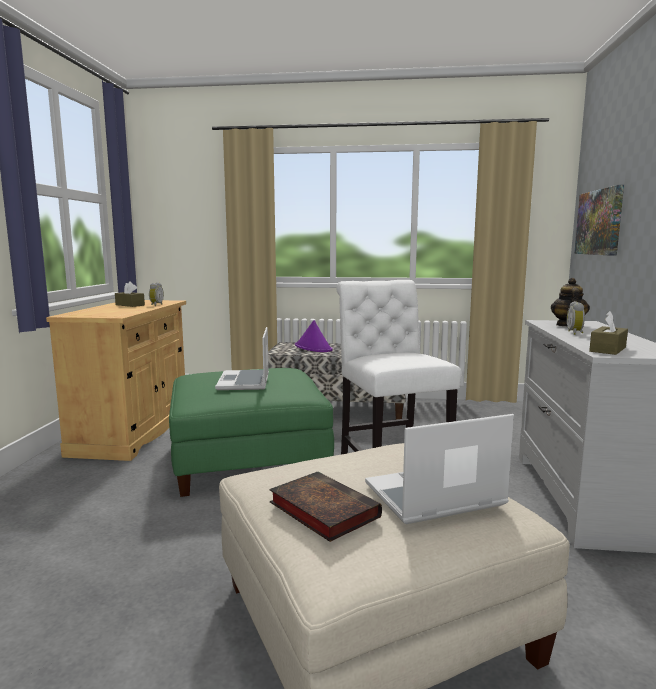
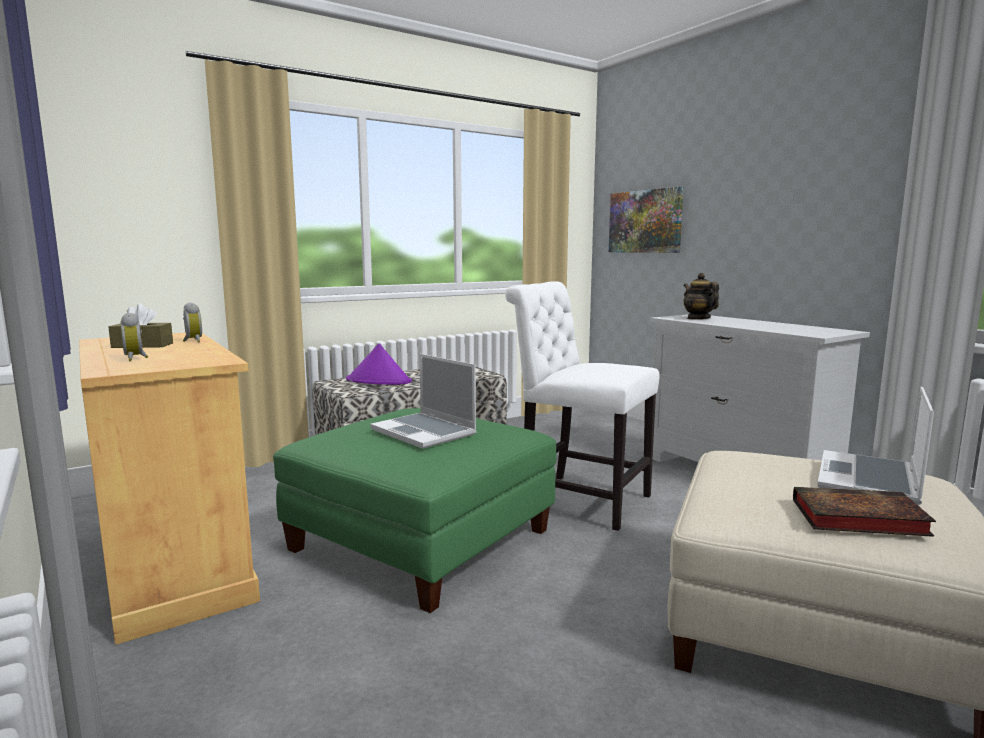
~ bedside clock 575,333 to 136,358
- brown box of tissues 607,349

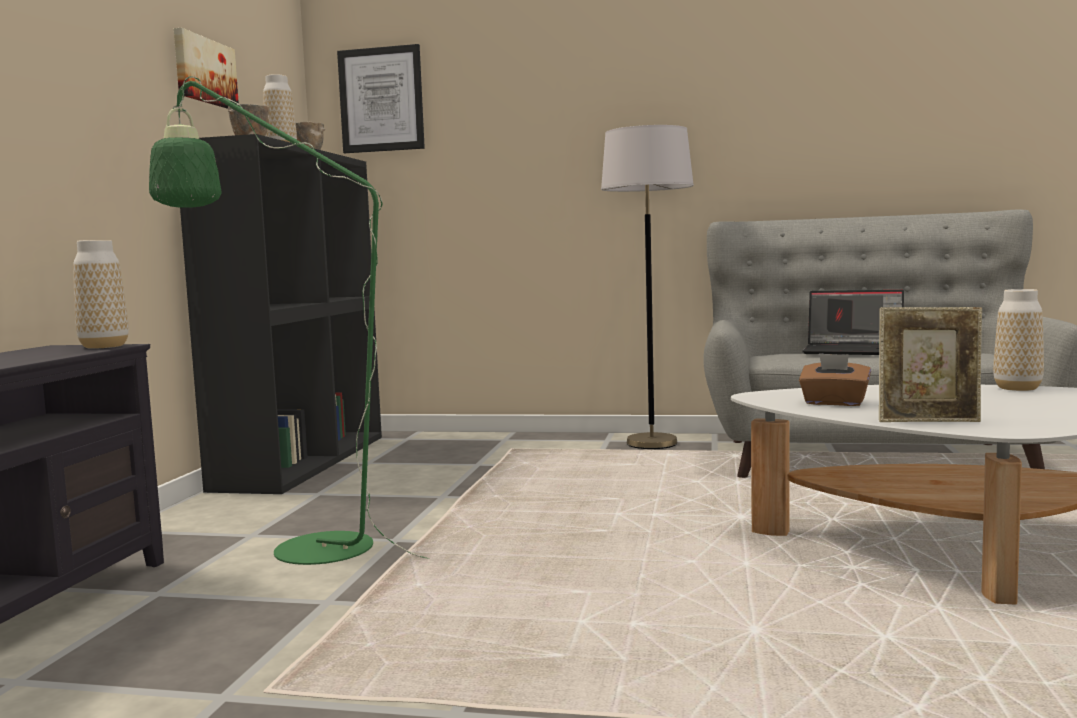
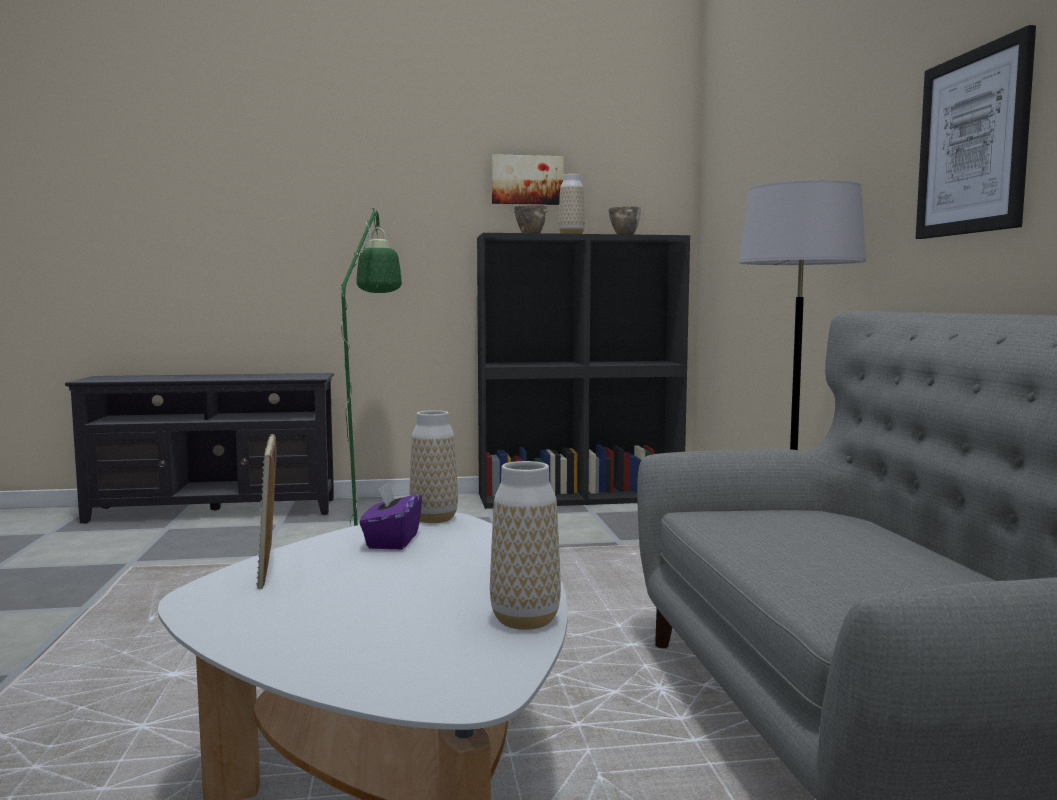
~ wall art 381,100 to 973,143
~ vase 104,346 to 434,519
- notebook computer 855,351
~ brown box of tissues 834,403 to purple-coloured box of tissues 392,541

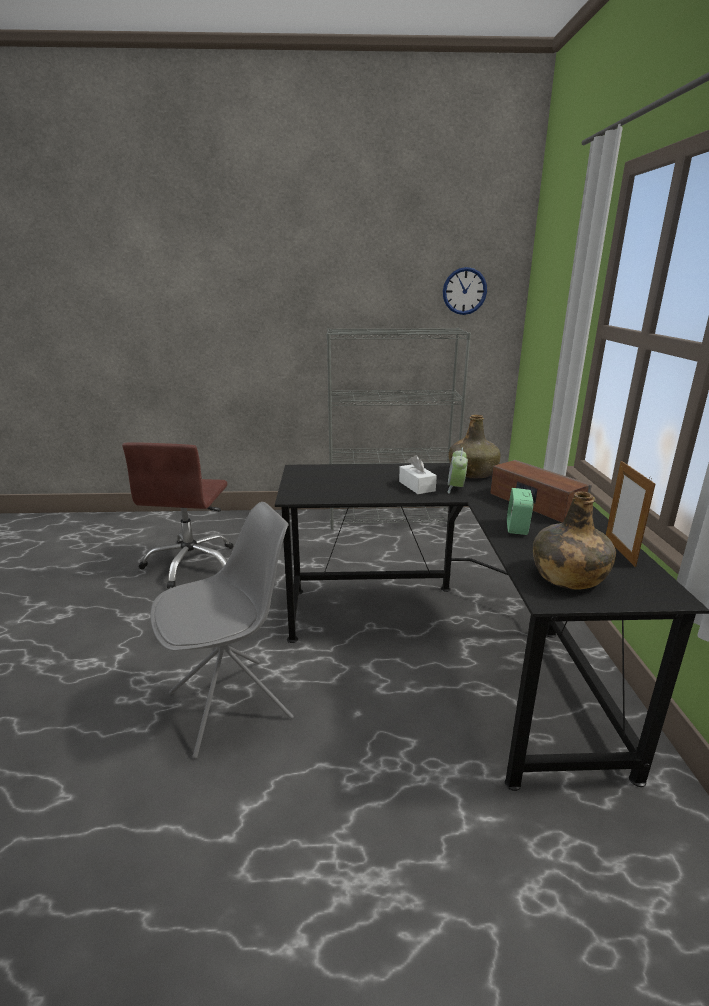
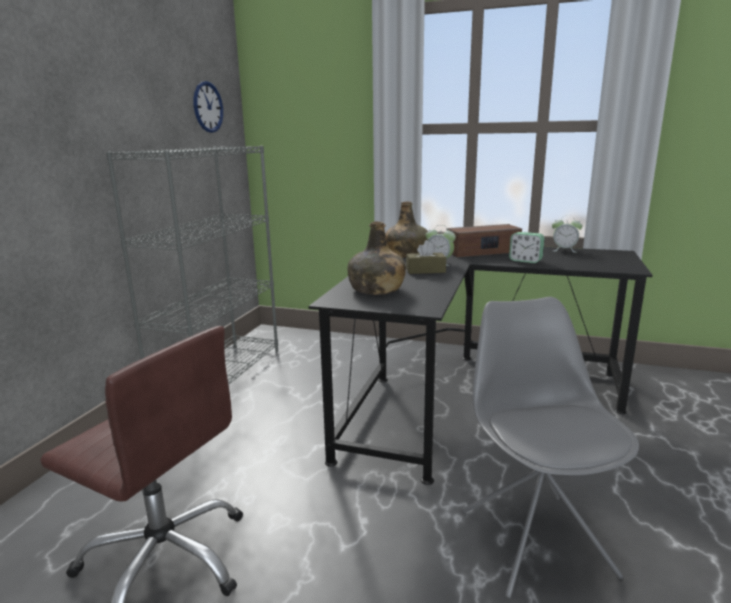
~ whitish box of tissues 416,486 to brown box of tissues 425,271
~ picture frame 619,551 to bedside clock 564,250
~ greenish beverage bottle 567,576 to 376,290

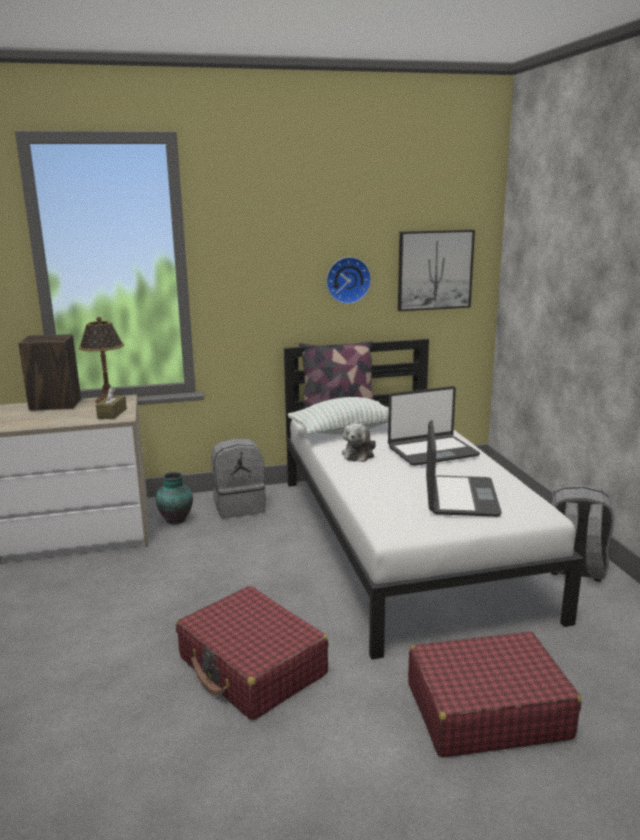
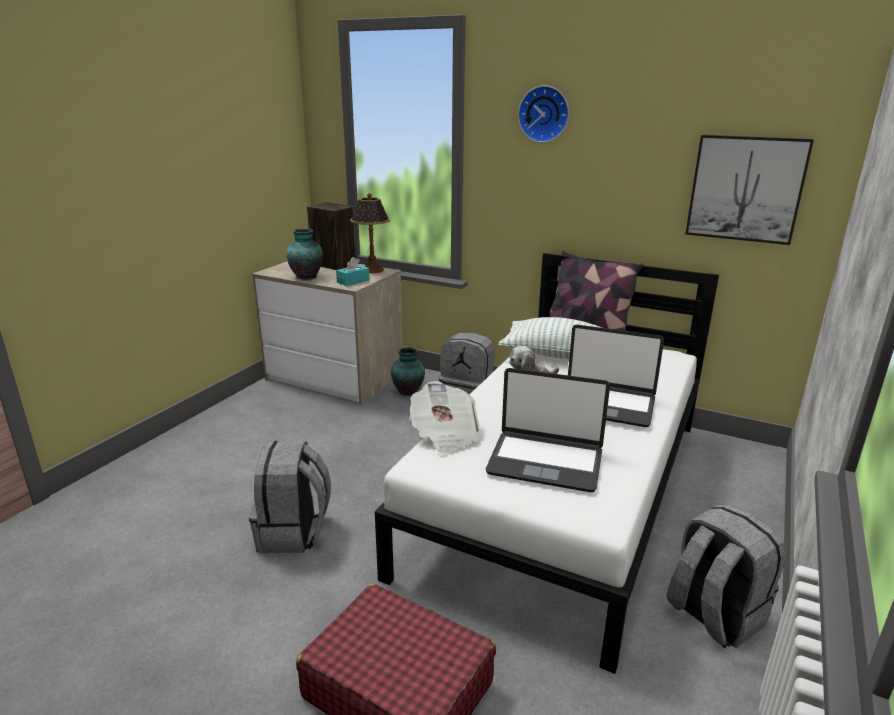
~ hanging clock 347,280 to 544,114
~ brown box of tissues 112,413 to turquoise-coloured box of tissues 353,281
~ notebook computer 459,497 = 545,461 60 degrees clockwise
~ red travel case 252,667 to grey backpack 294,533
+ vase 307,276
+ newspaper 444,435

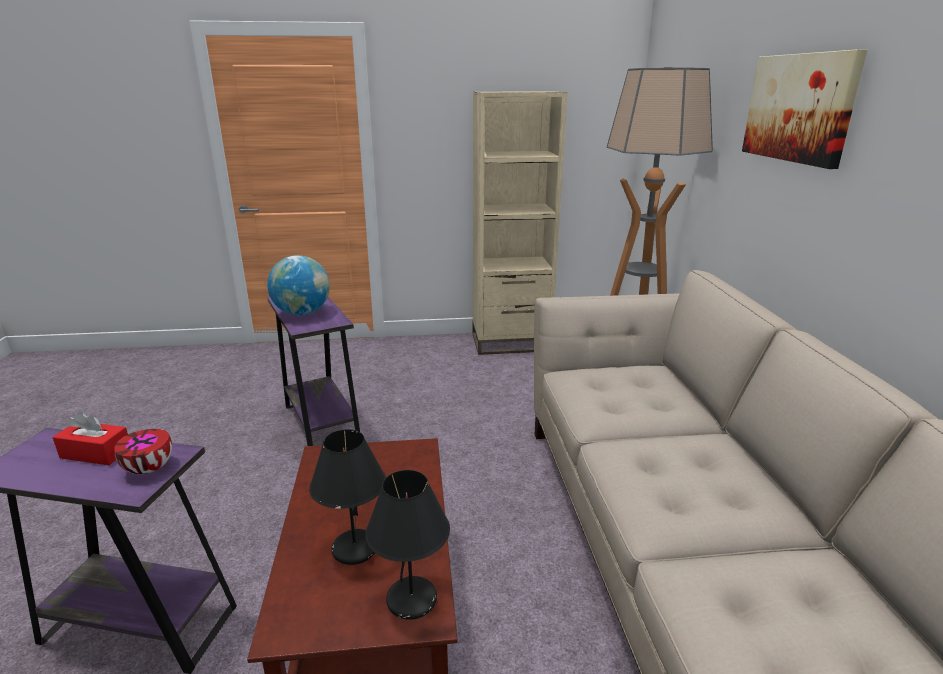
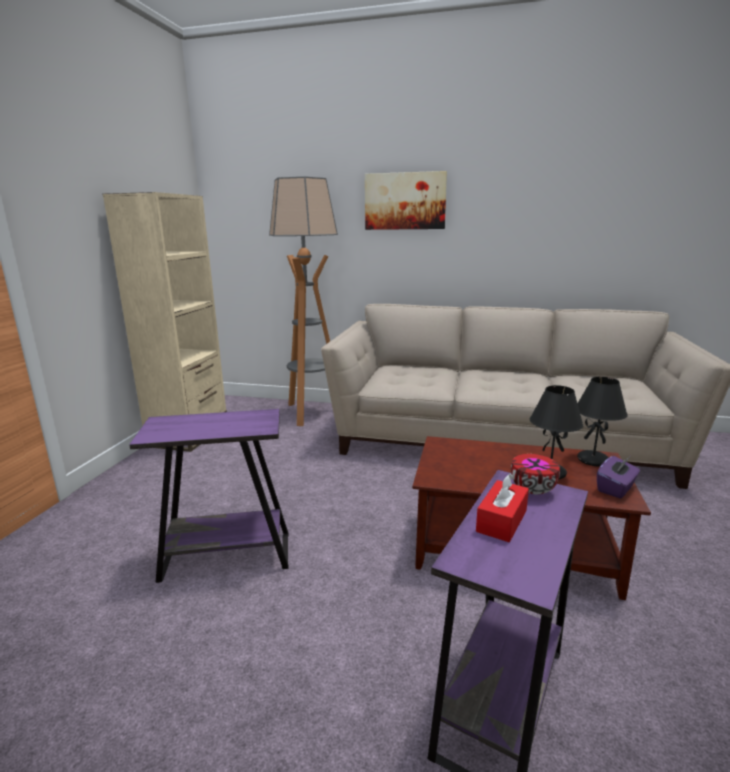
- world globe 302,313
+ purple-coloured box of tissues 616,488

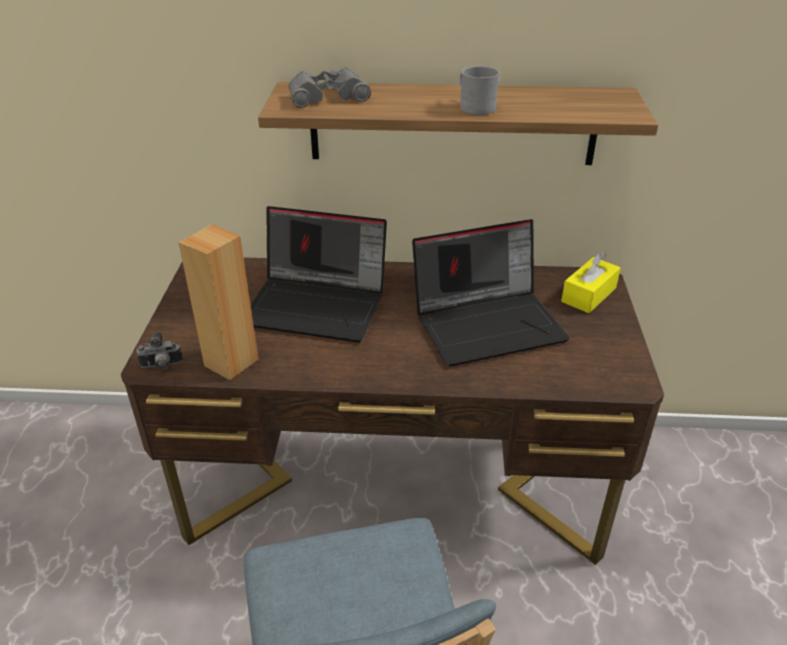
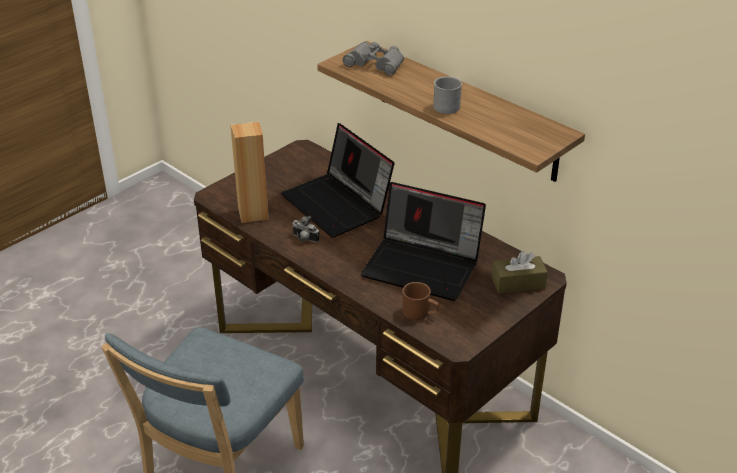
~ yellow box of tissues 589,295 to brown box of tissues 518,283
~ photo camera 161,366 to 304,239
+ brown tea mug 420,313

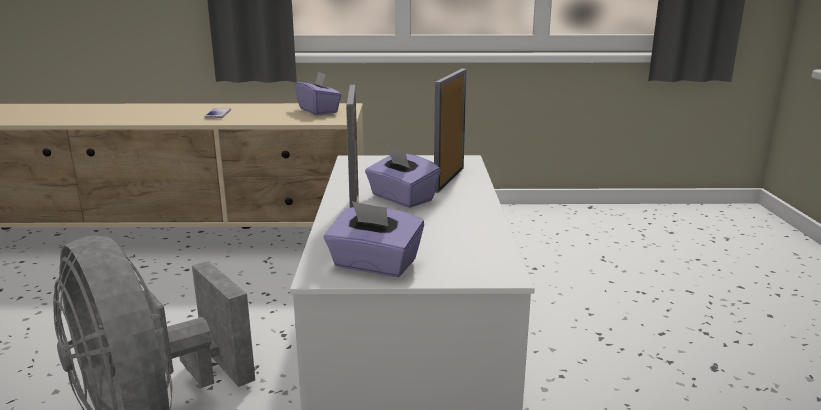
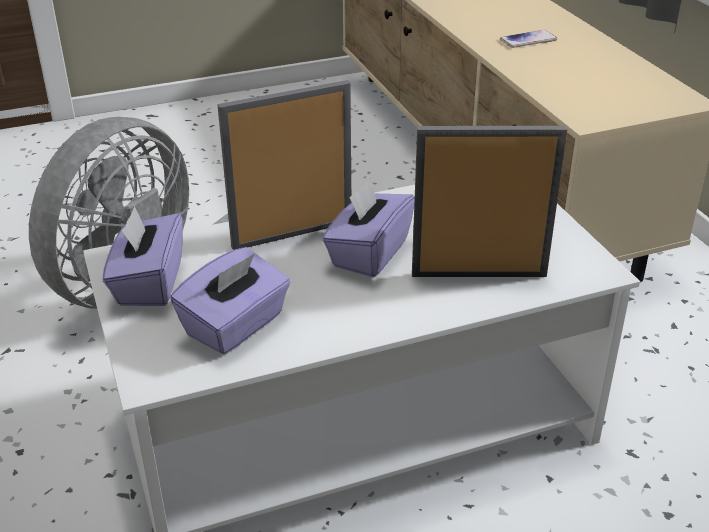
~ purple-coloured box of tissues 319,111 to 236,326

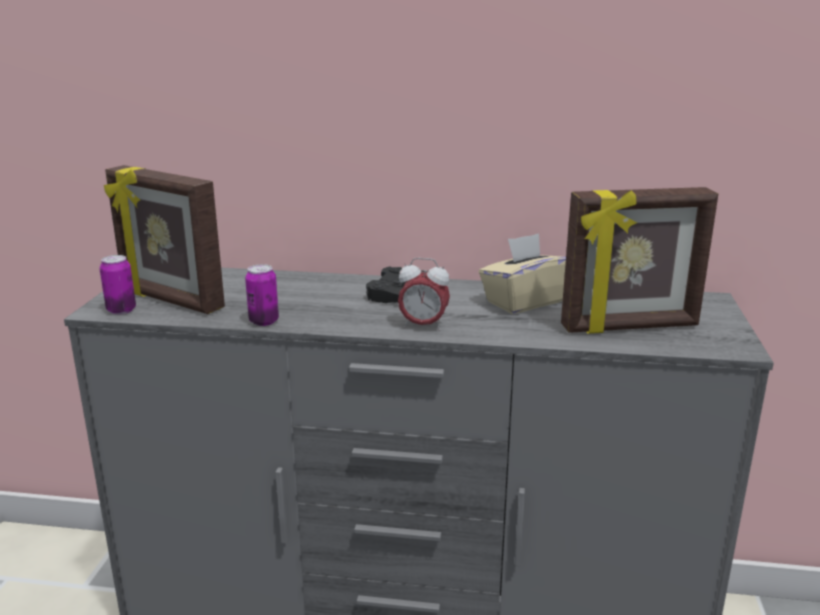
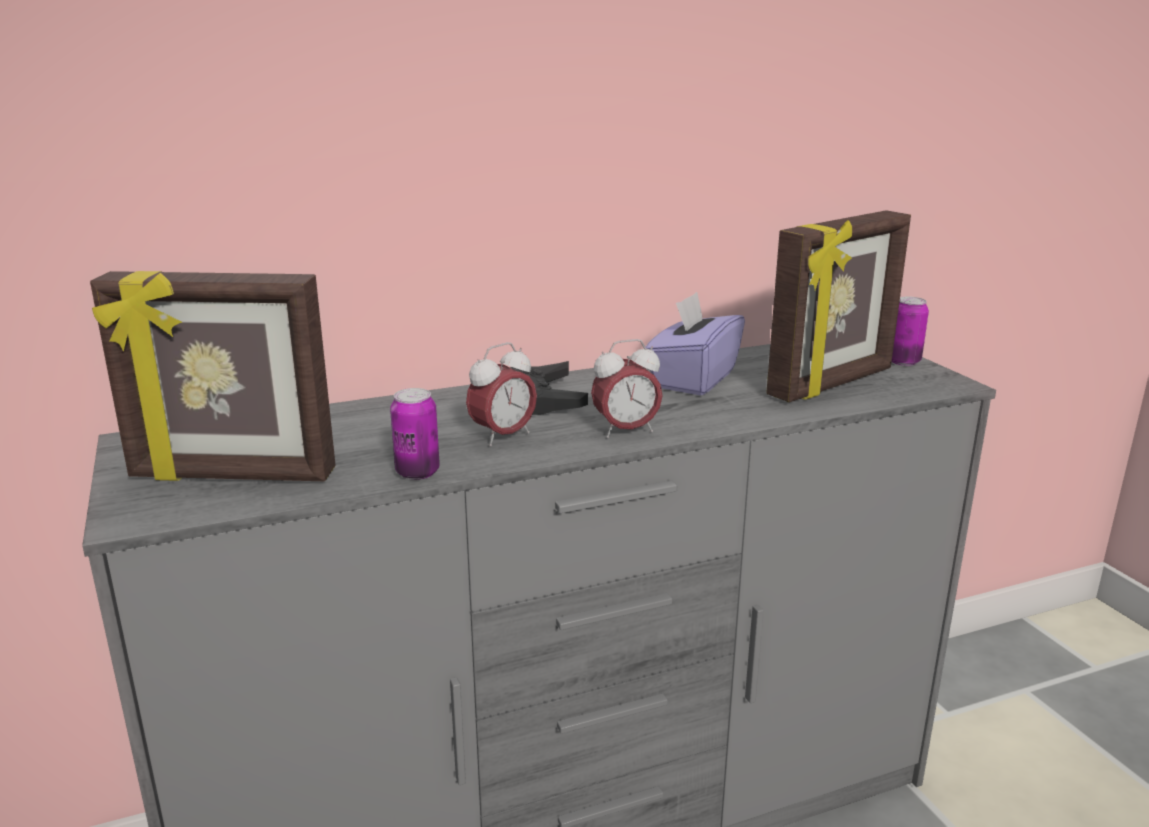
~ beige-coloured box of tissues 525,301 to purple-coloured box of tissues 692,379
~ can 121,310 to 903,361
+ bedside clock 503,436

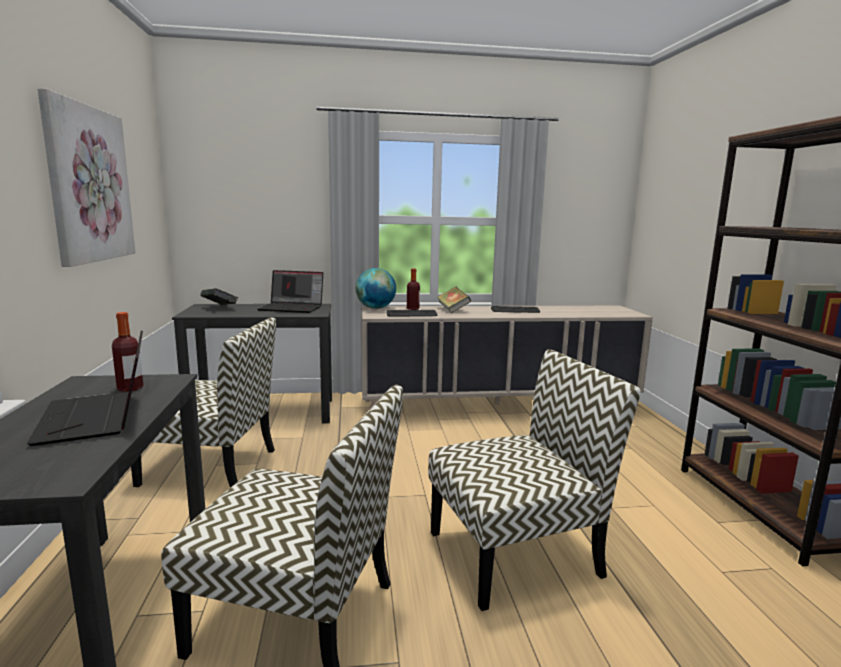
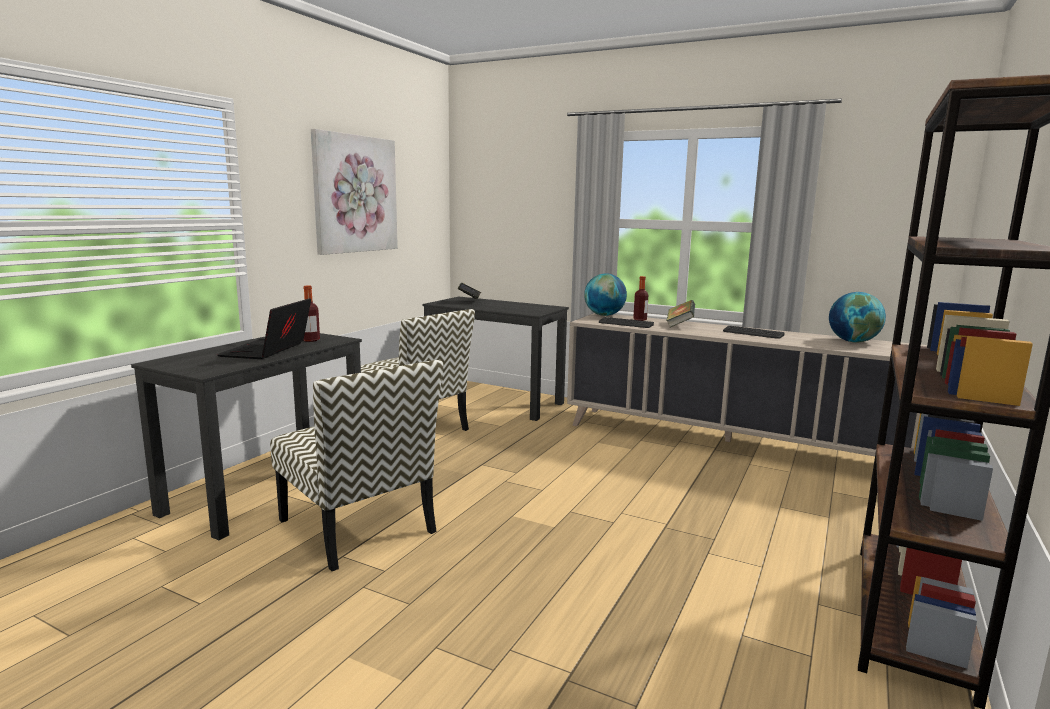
- notebook computer 292,308
- upright chair 516,552
+ world globe 853,341

